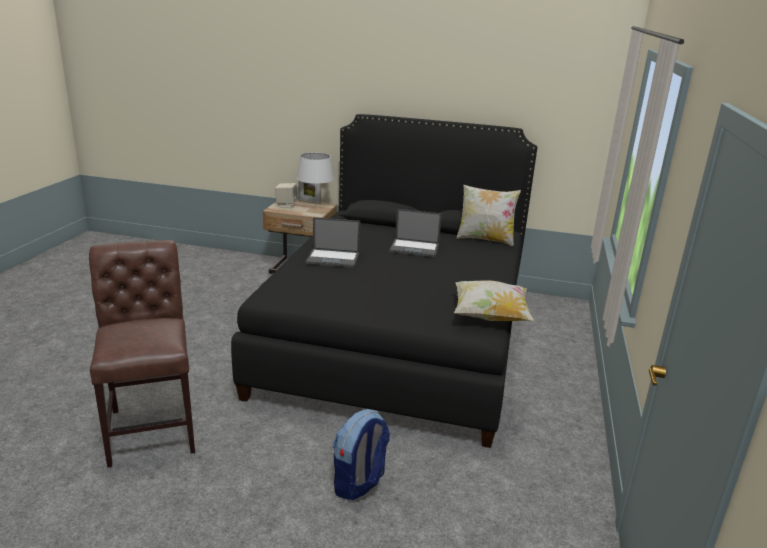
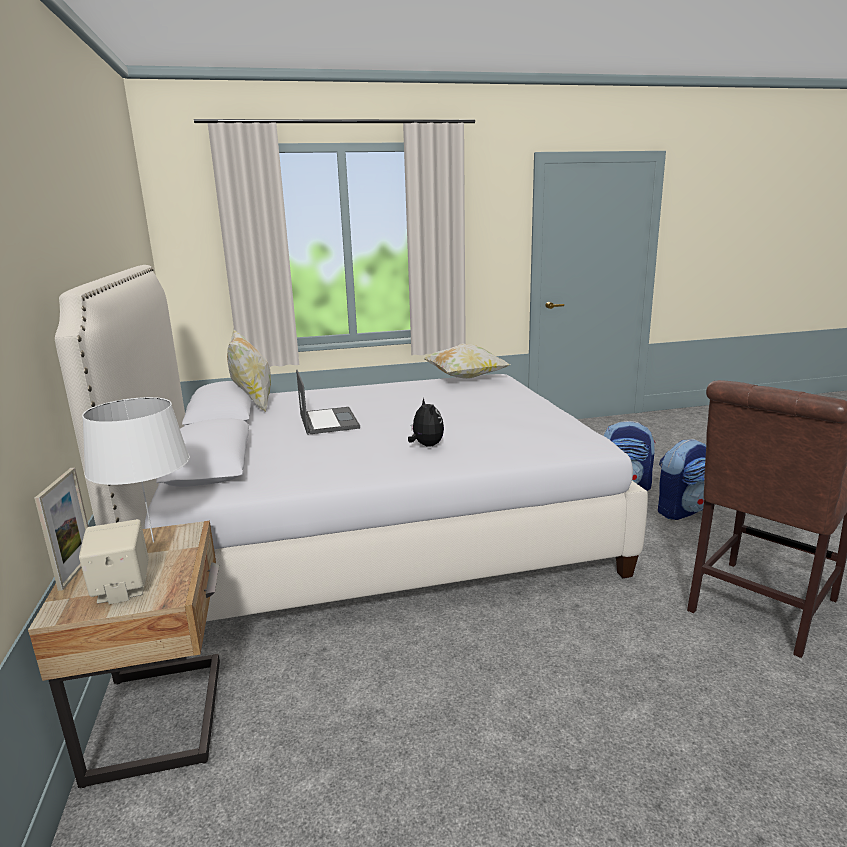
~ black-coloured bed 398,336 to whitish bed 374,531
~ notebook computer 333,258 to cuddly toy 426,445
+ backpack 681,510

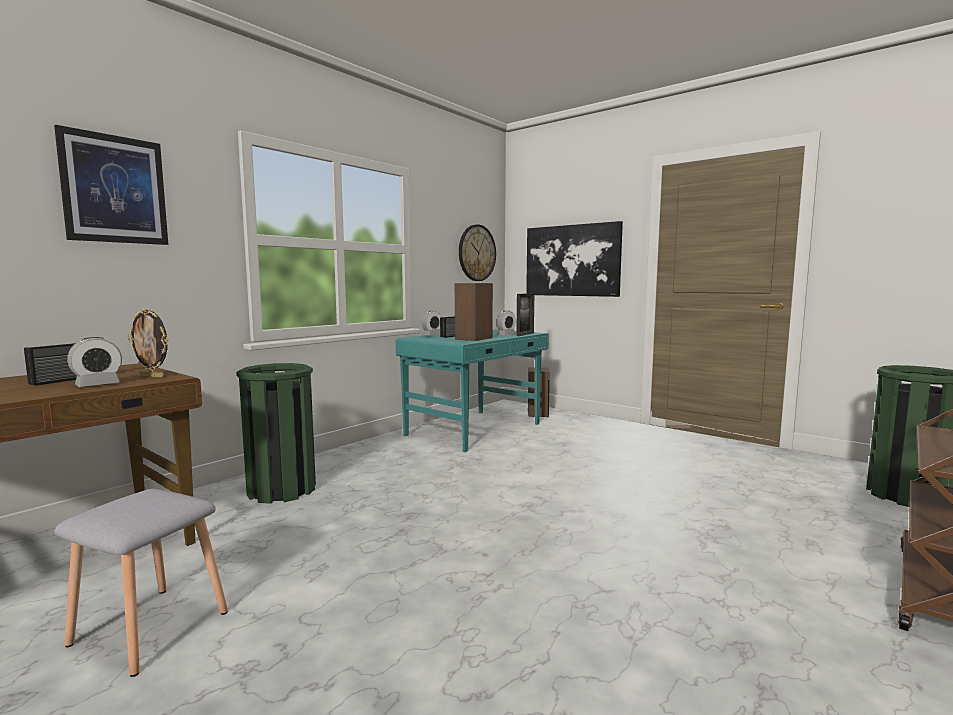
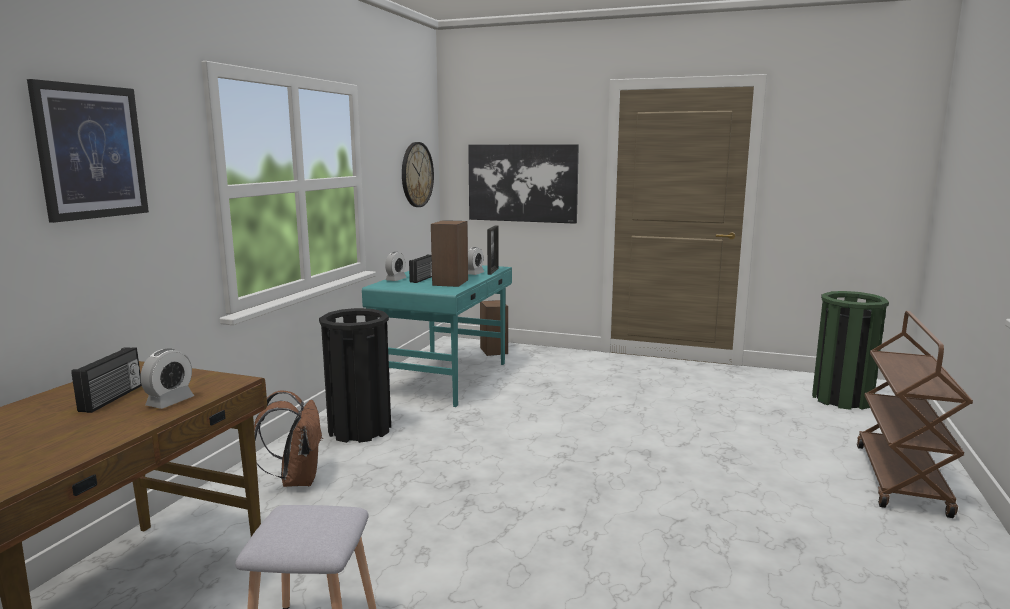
- picture frame 152,376
~ greenish waste bin 282,490 to brown backpack 296,480
+ black-coloured waste bin 359,429

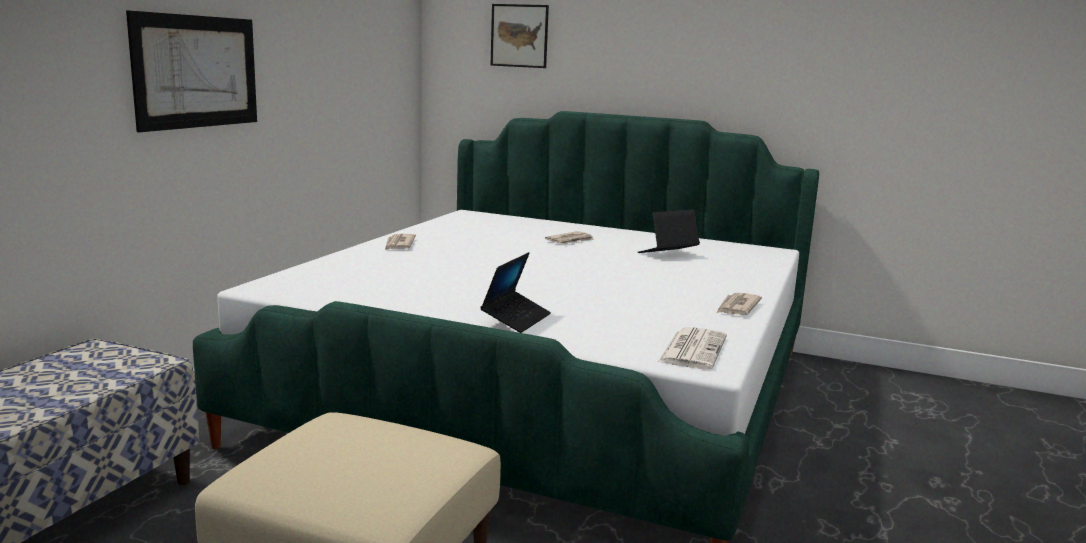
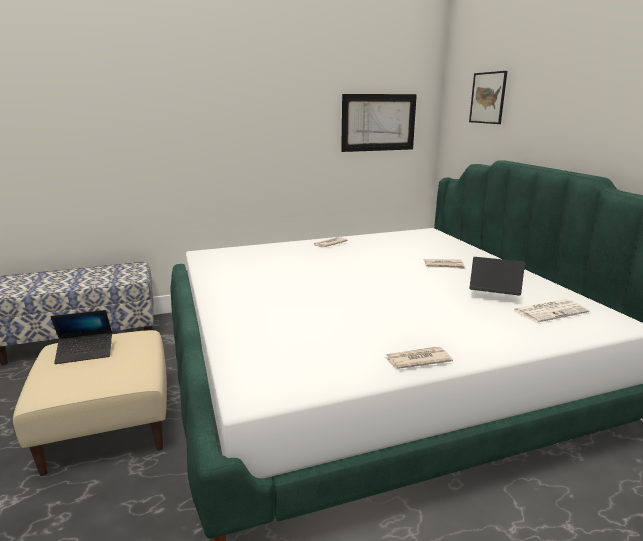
~ wall art 197,71 to 378,122
~ notebook computer 516,319 to 85,352
~ newspaper 692,349 to 550,311

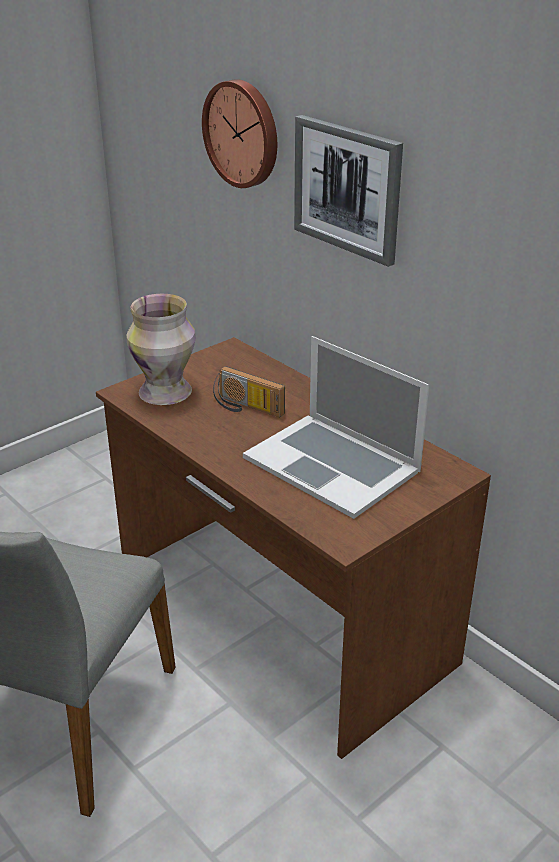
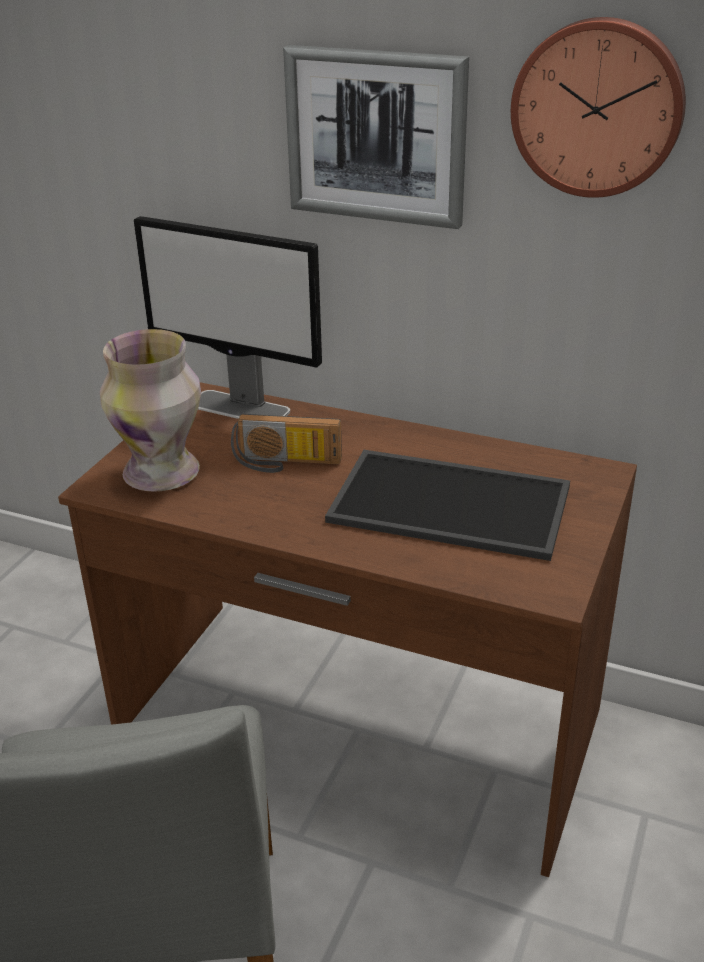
~ hanging clock 243,133 to 598,107
~ notebook computer 332,463 to serving tray 453,502
+ monitor 240,408

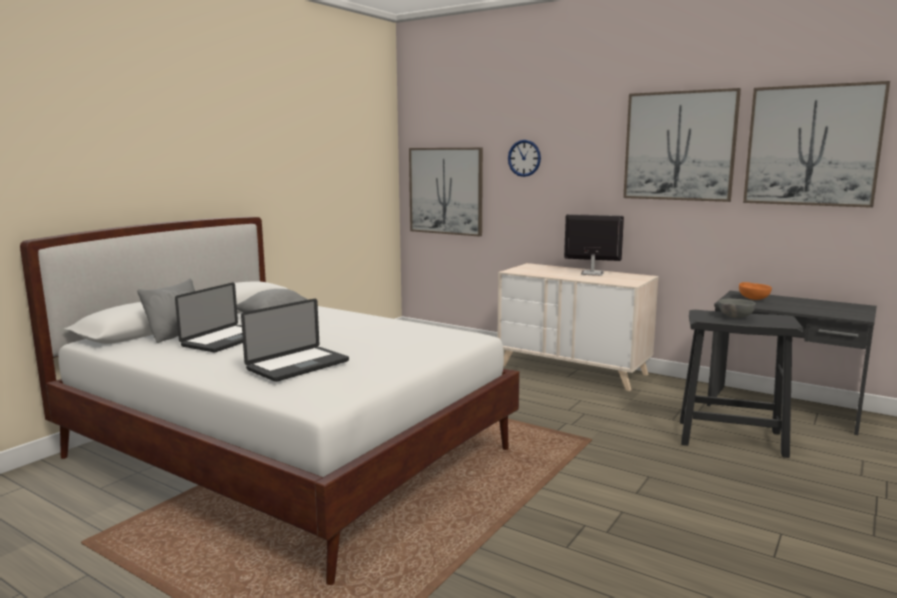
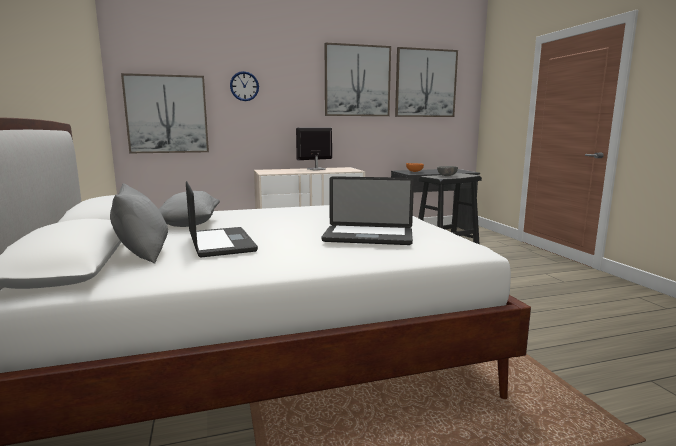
~ notebook computer 298,365 = 368,237 105 degrees clockwise

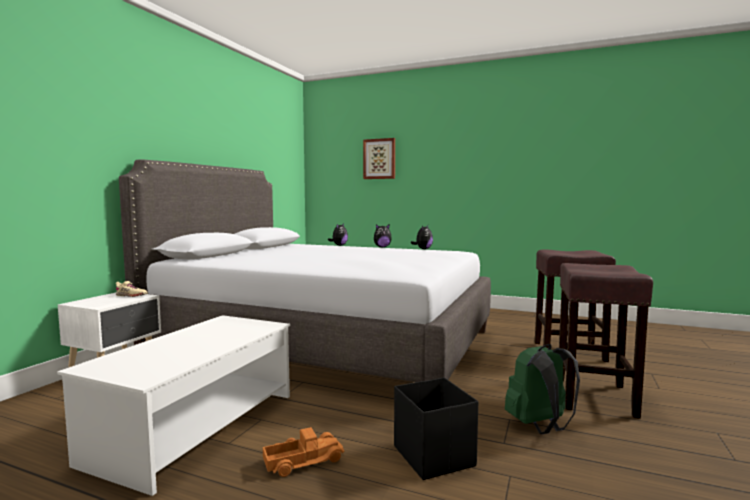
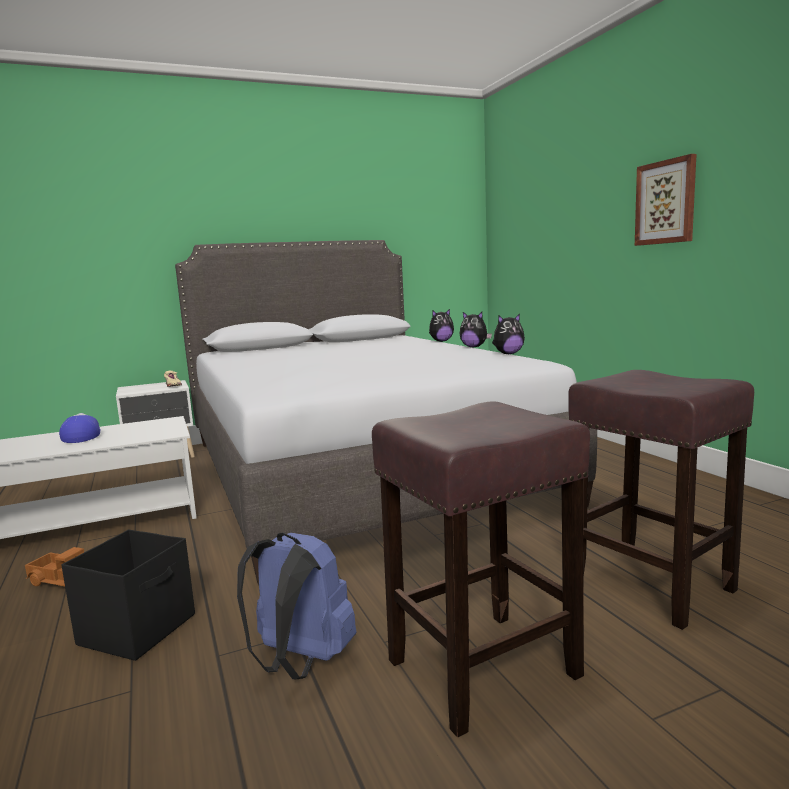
~ wall art 379,159 to 666,202
~ greenish backpack 540,426 to blue-coloured backpack 300,661
+ cap 82,436

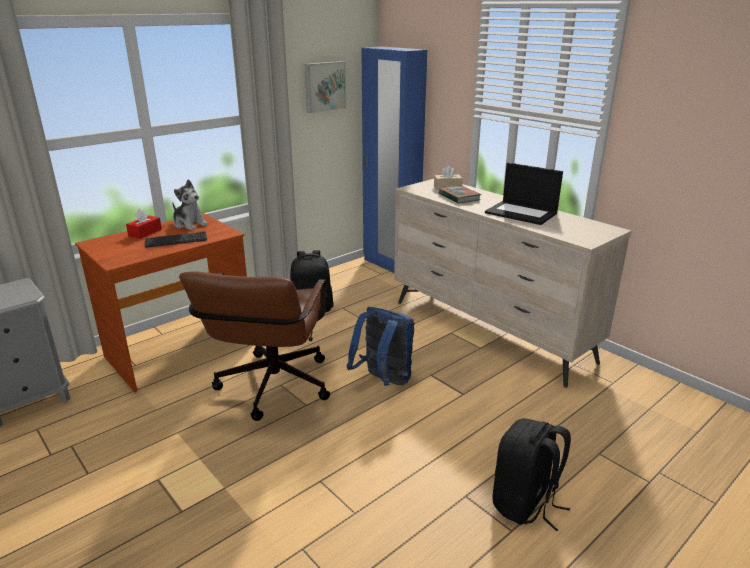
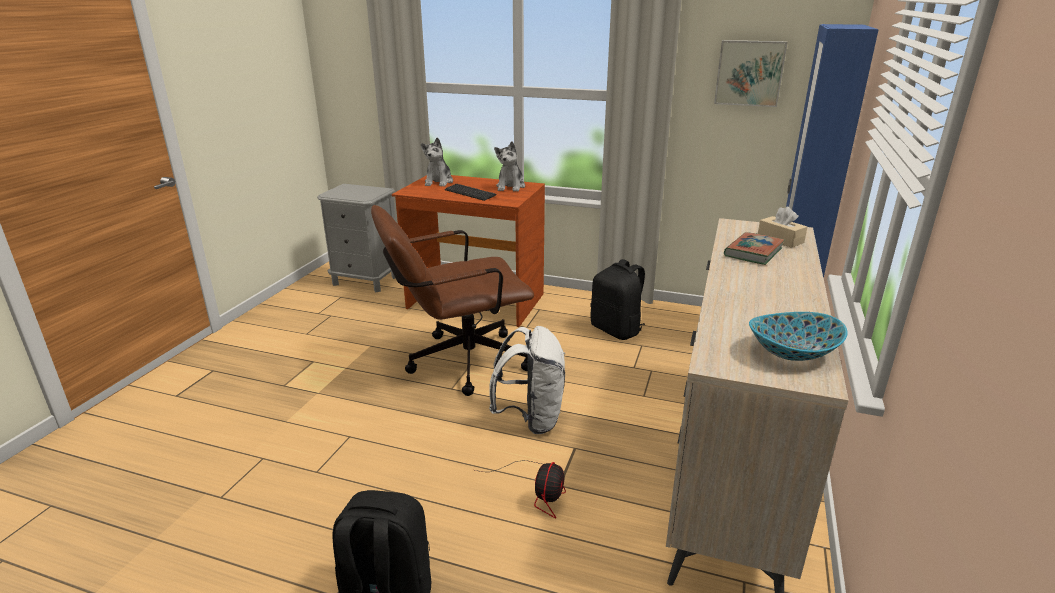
- notebook computer 522,213
- red box of tissues 145,232
~ blue-coloured backpack 383,381 to whitish backpack 531,419
+ cuddly toy 439,182
+ serving bowl 793,353
+ electric fan 538,491

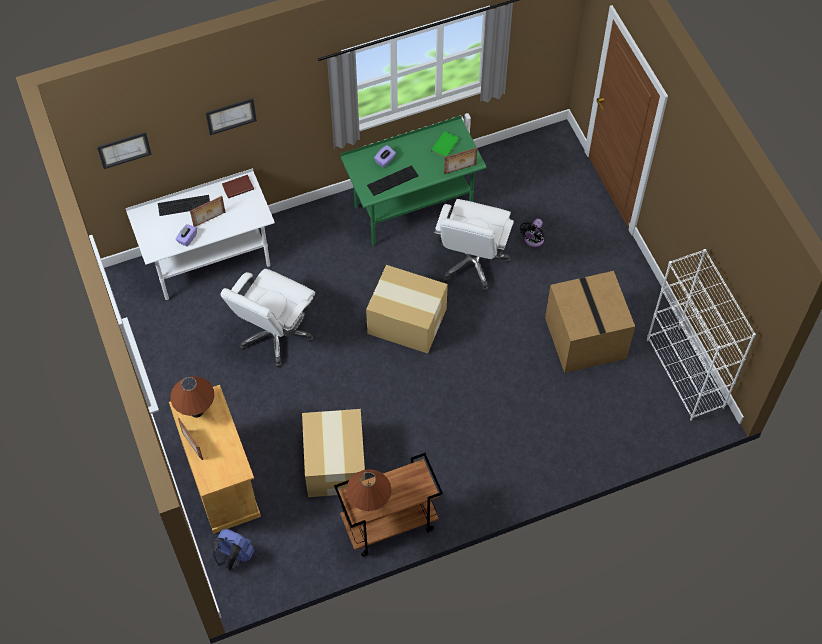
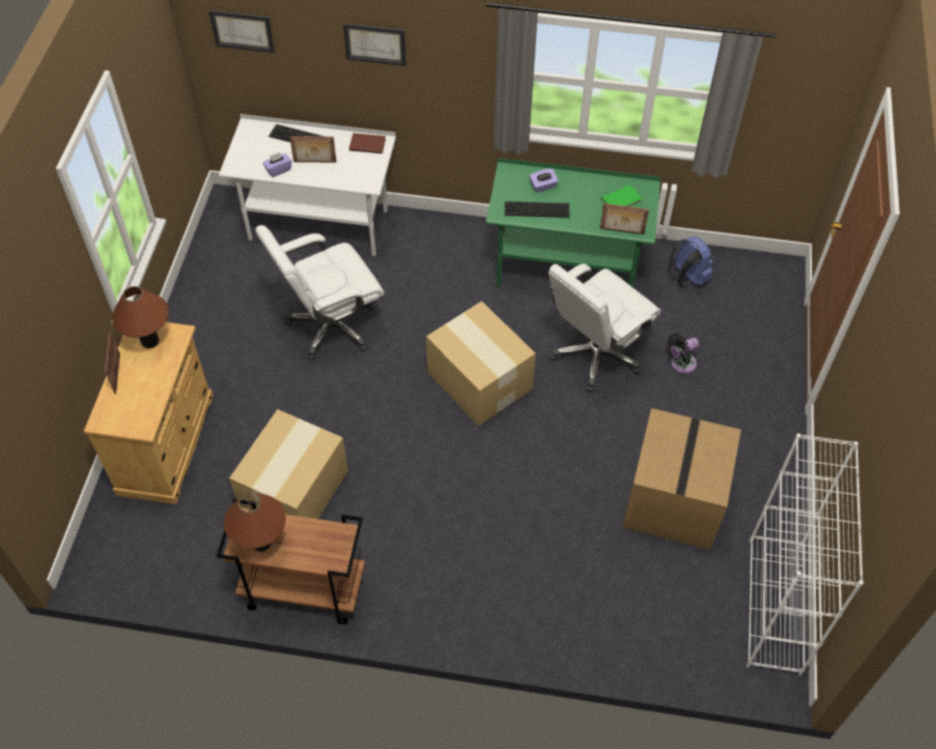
~ blue-coloured backpack 234,556 to 686,278

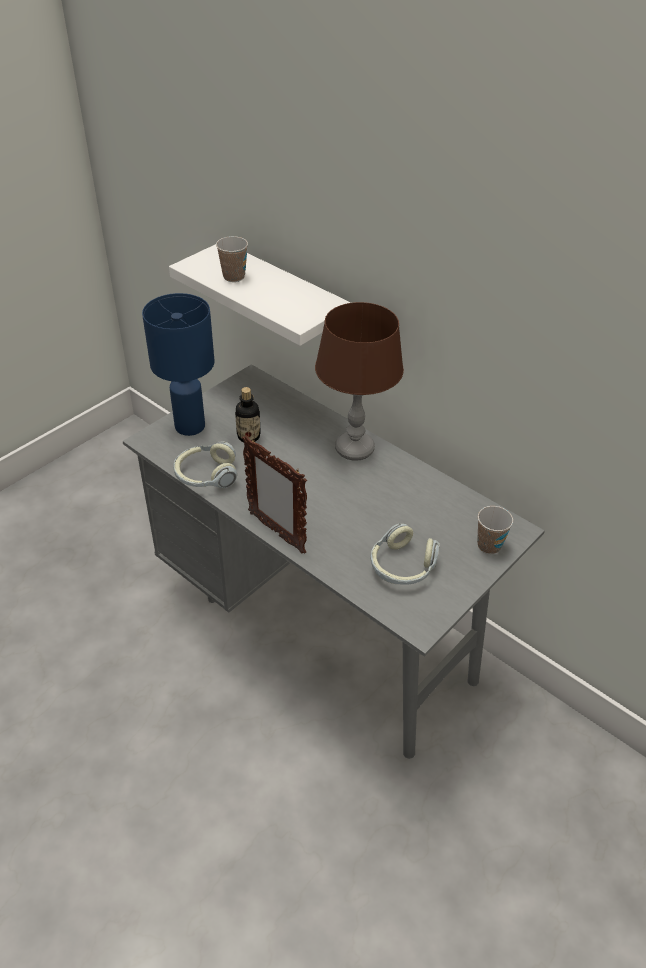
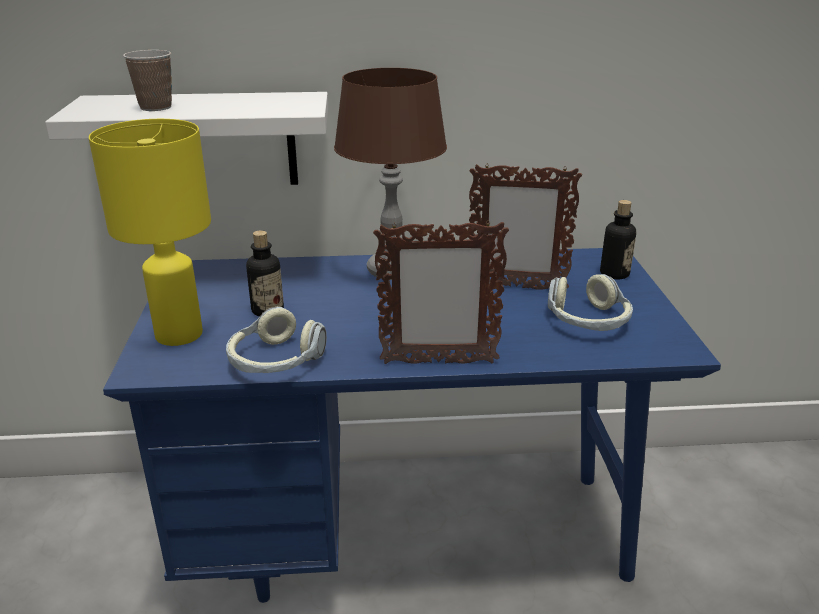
~ blue-coloured lamp for a table 189,427 to yellow lamp for a table 179,335
~ grey desk table 320,626 to blue-coloured desk table 409,535
~ cup 489,545 to beverage bottle 614,274
+ picture frame 516,287

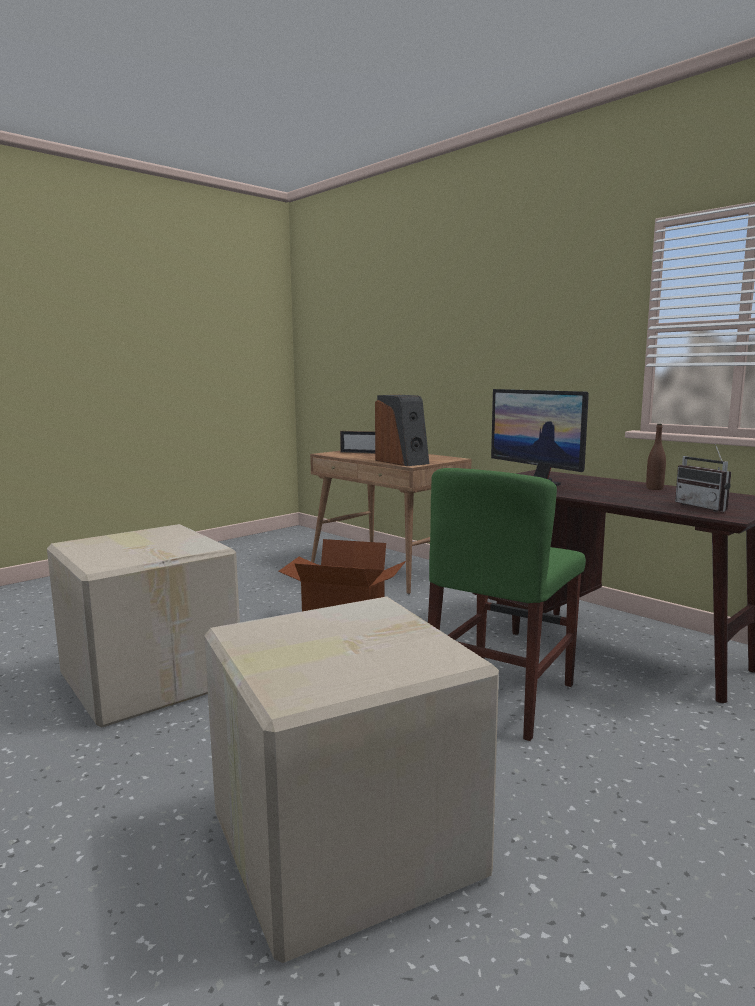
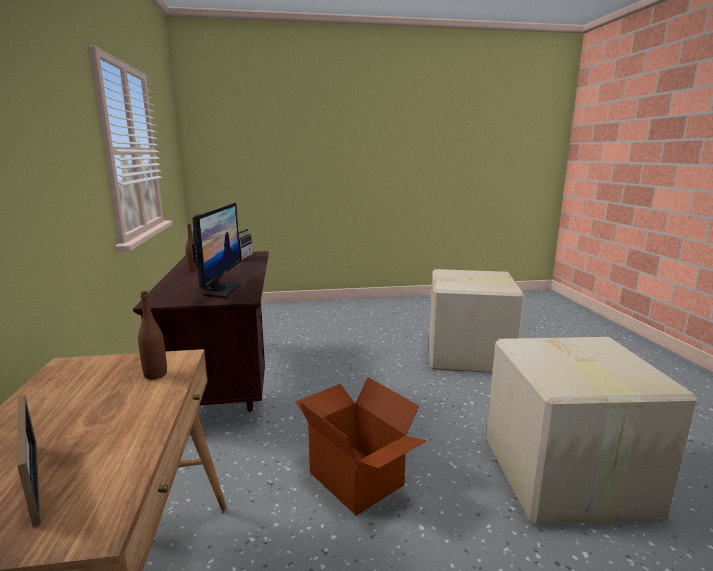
~ speaker 402,462 to brown beverage bottle 155,375
- greenish upright chair 501,696

